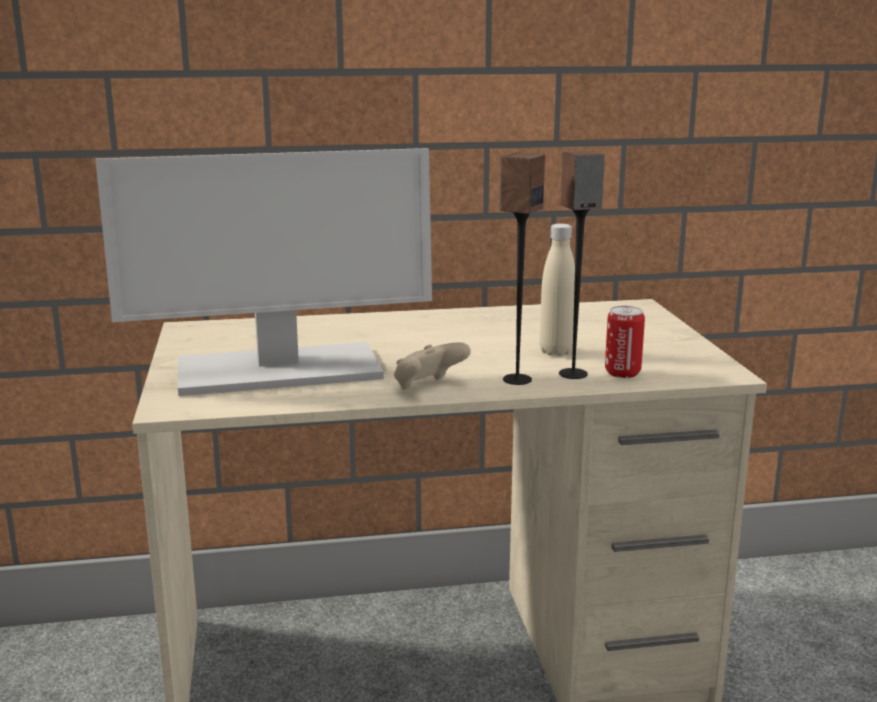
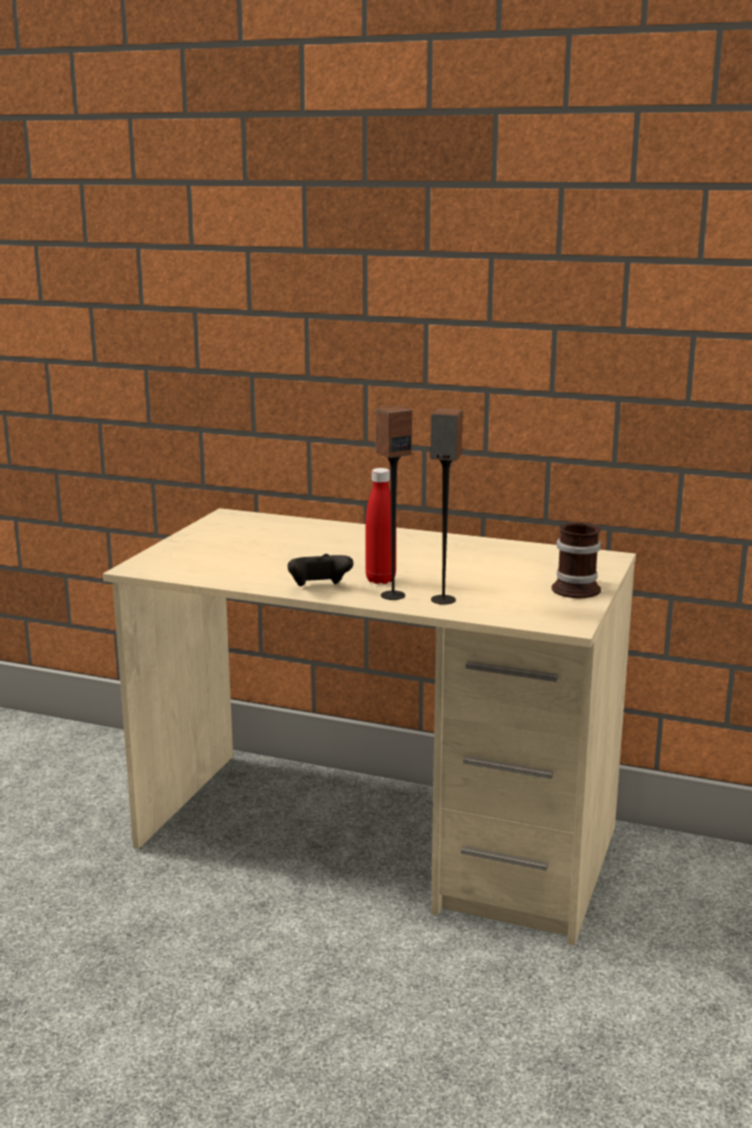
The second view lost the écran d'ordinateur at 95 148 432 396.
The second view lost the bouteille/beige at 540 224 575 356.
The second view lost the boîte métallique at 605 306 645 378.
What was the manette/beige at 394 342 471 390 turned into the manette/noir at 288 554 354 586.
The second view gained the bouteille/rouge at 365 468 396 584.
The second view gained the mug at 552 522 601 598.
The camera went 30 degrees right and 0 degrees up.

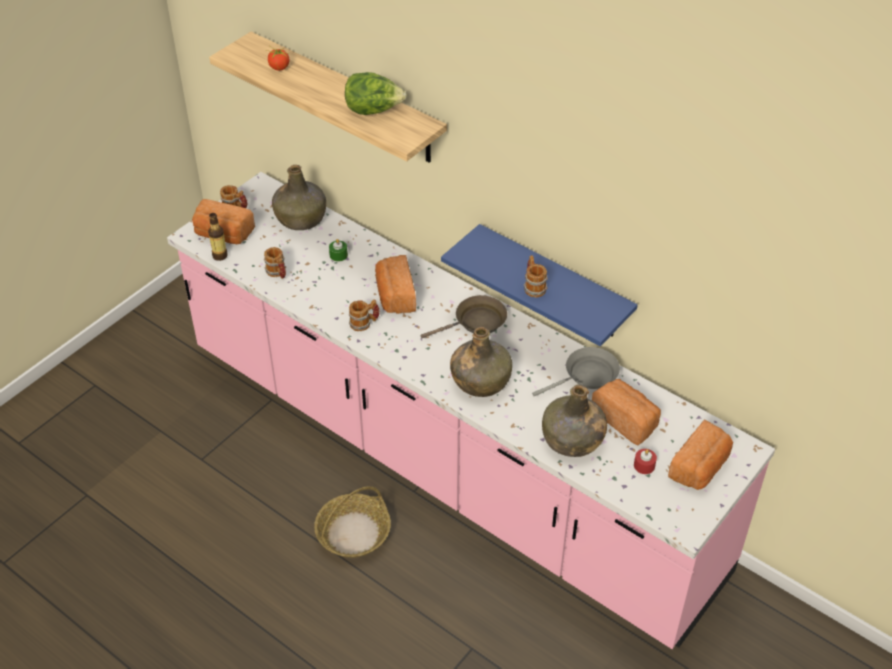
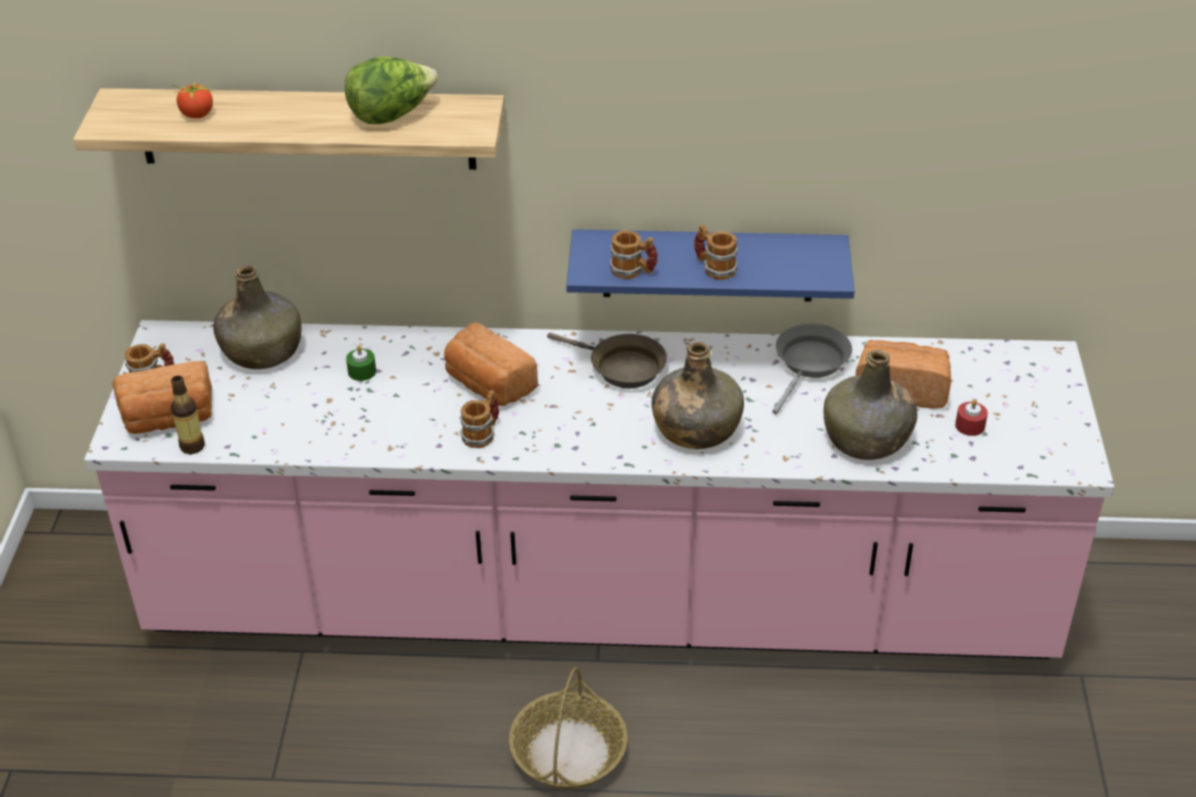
The mug ended up elsewhere, having gone from 264 247 286 279 to 610 231 658 279.
The poêle/marron at 421 295 507 338 ended up facing another way, 90 degrees clockwise from before.
The second view lost the pain at 668 419 733 490.
The camera went 35 degrees left and 5 degrees down.

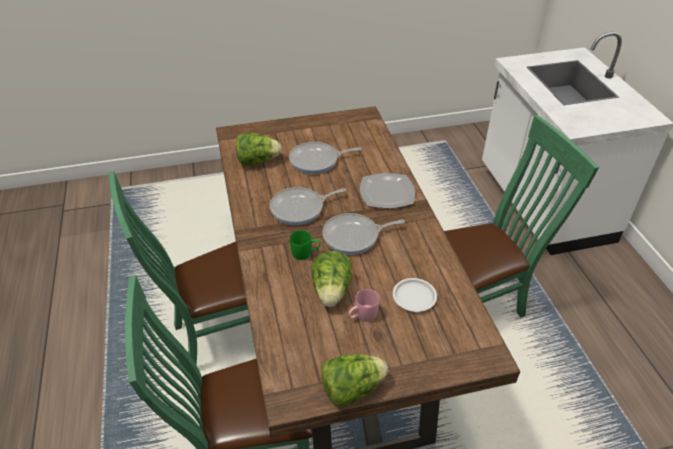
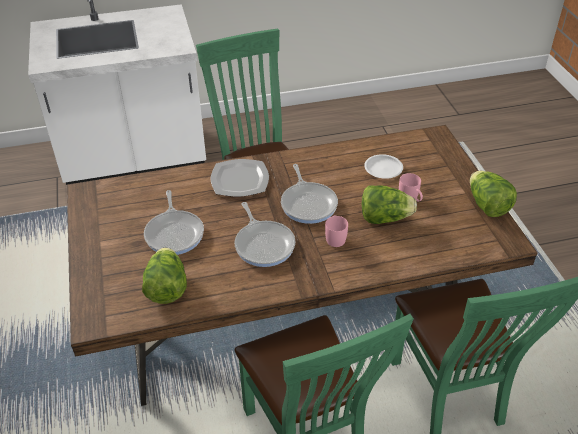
What was the mug/vert at 290 230 320 260 turned into the mug/rose at 325 215 348 247.
The camera went 90 degrees left and 0 degrees up.

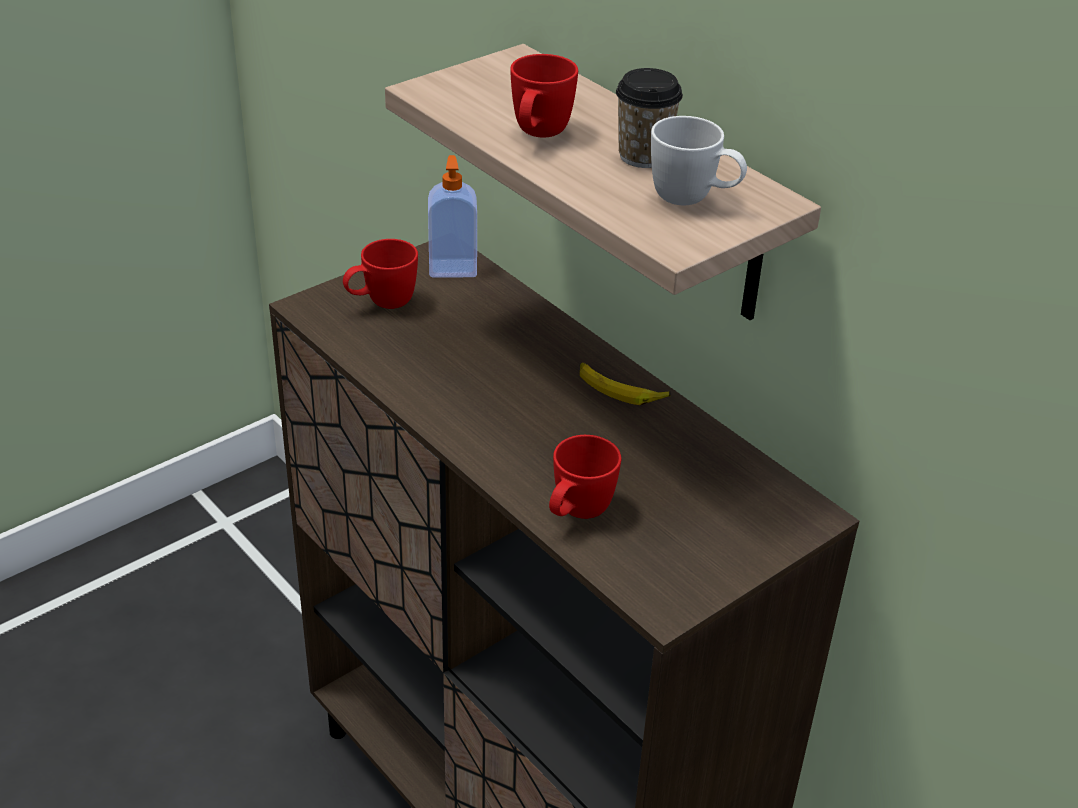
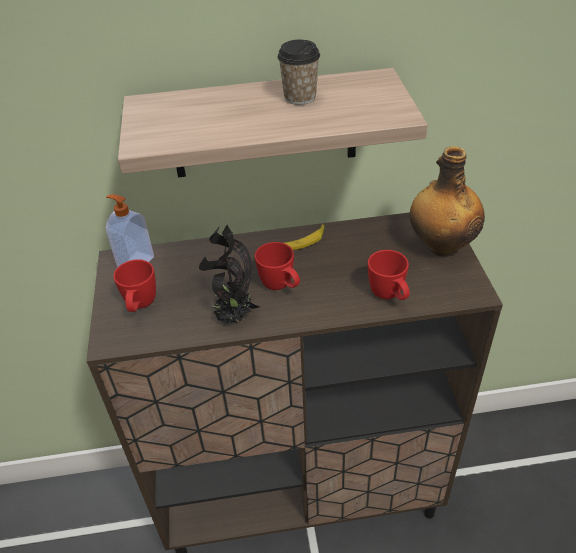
The mug/rouge ended up elsewhere, having gone from 510 54 578 138 to 255 242 300 290.
The second view lost the mug/blanc at 651 116 747 205.
The second view gained the bouteille at 410 146 485 257.
The second view gained the plante en pot at 199 225 259 325.
The camera went 55 degrees left and 5 degrees up.

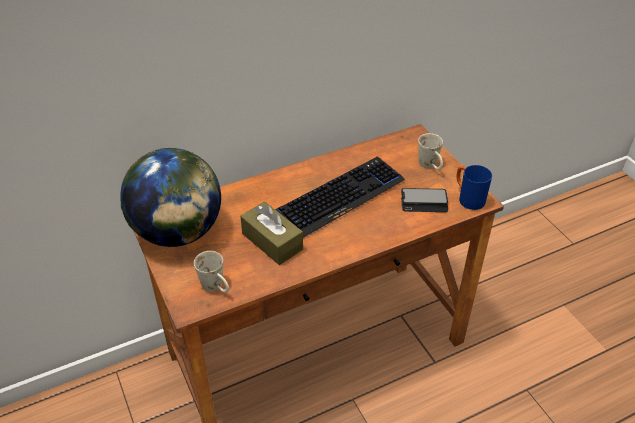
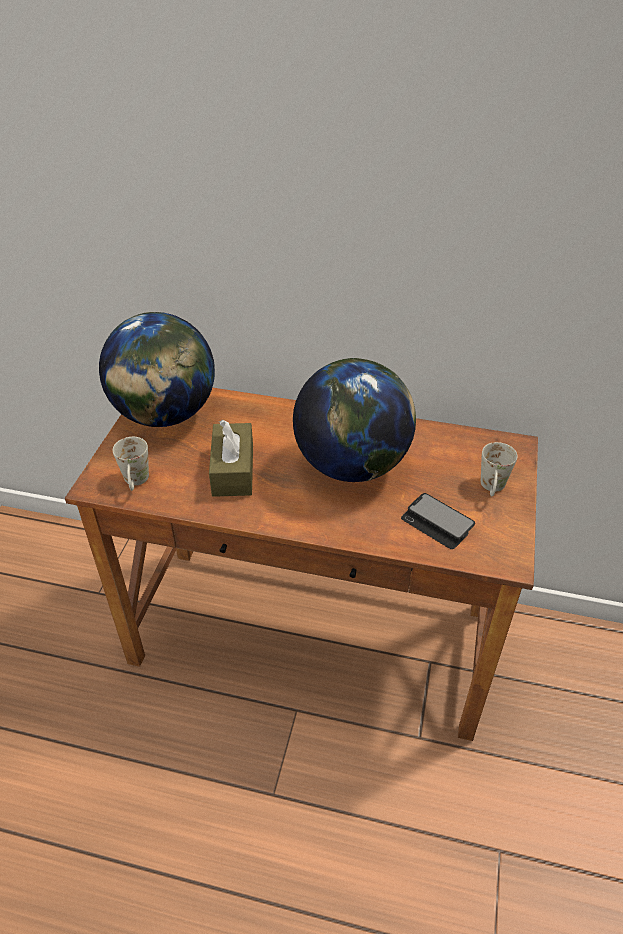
Where the clavier stood at 275 157 405 238, the globe came to stand at 293 358 416 482.
The second view lost the mug/bleu at 456 165 492 210.
The camera went 40 degrees right and 0 degrees up.

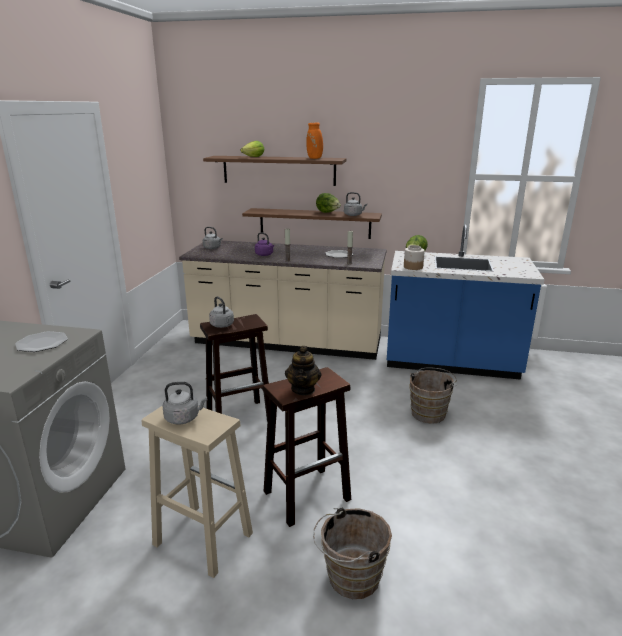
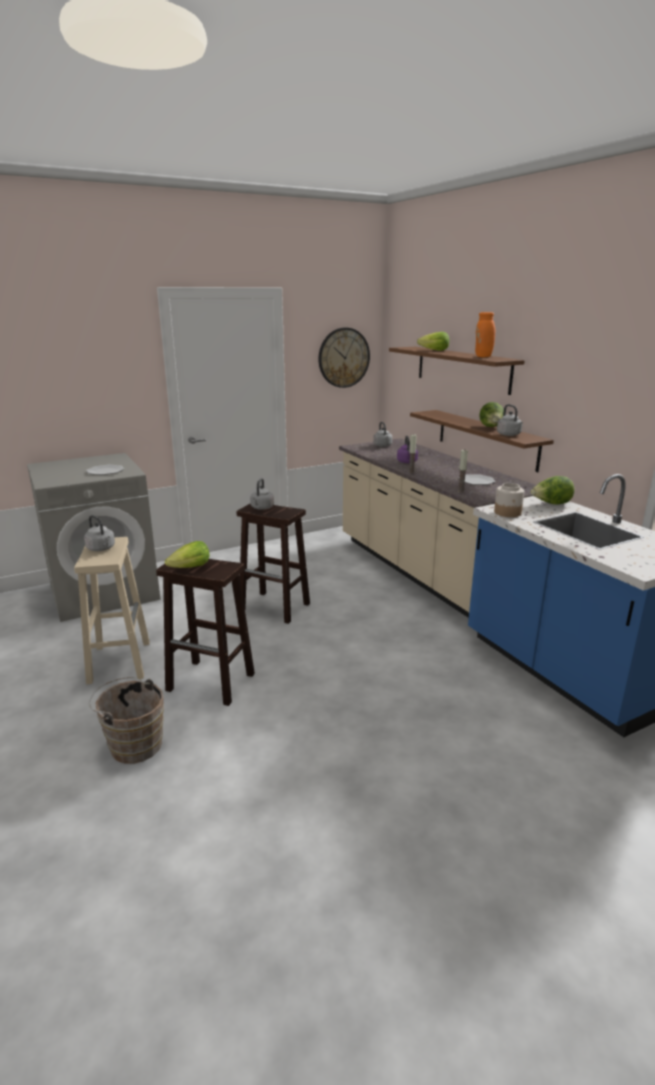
Where the théière stood at 285 346 321 396, the laitue came to stand at 165 541 210 568.
The second view lost the seau/marron at 409 367 457 424.
The second view gained the horloge murale at 319 327 370 388.
The camera went 50 degrees right and 0 degrees up.

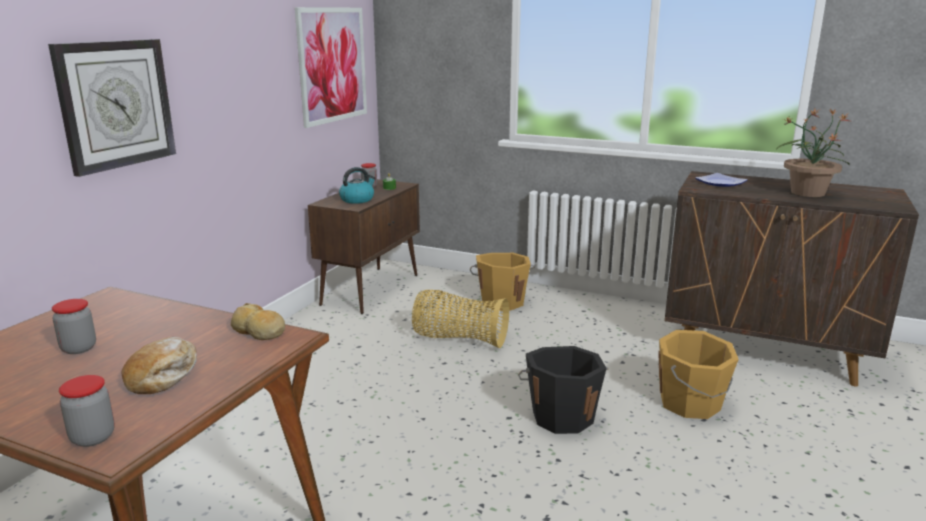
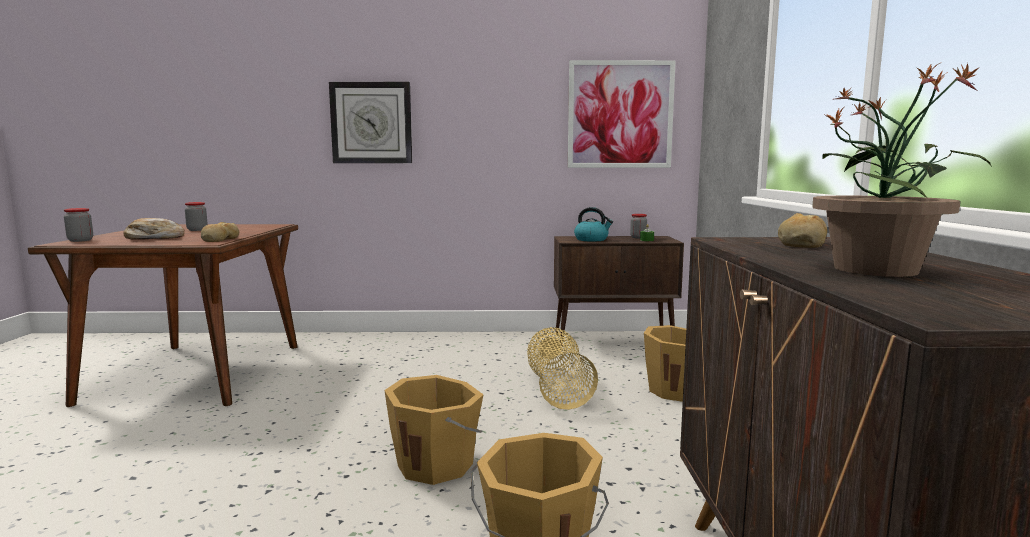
Where the assiette stood at 695 173 748 187, the pain came to stand at 778 213 827 248.
What was the seau/noir at 518 346 609 434 turned into the seau/orange at 384 375 484 485.
The camera went 65 degrees right and 10 degrees down.

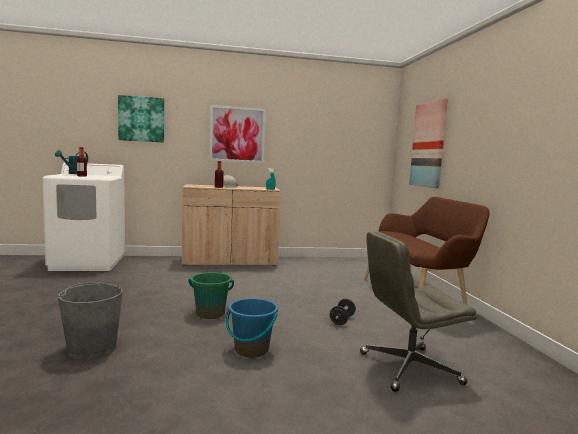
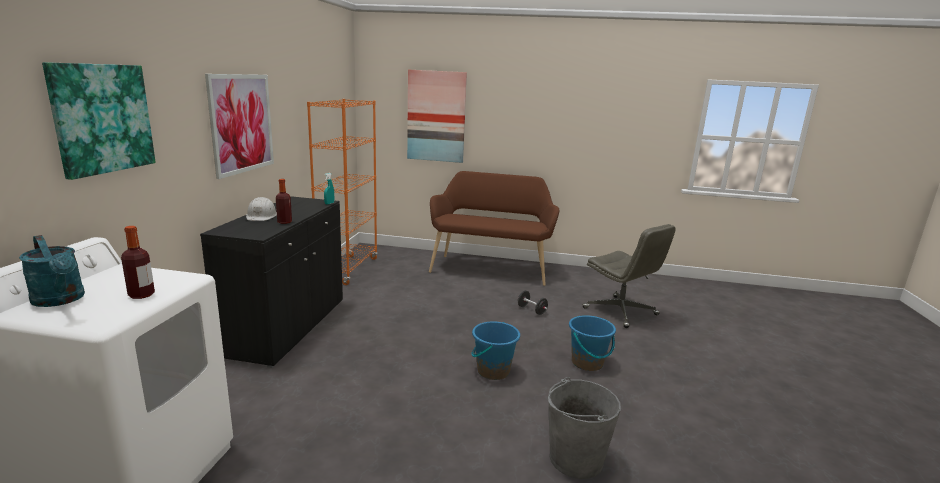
What was the meuble de rangement/beige at 182 184 281 266 turned into the meuble de rangement/noir at 200 196 343 368.
The chaise de bureau/gris at 360 231 477 392 ended up facing another way, 45 degrees counterclockwise from before.
What was the seau/vert at 188 272 234 319 turned into the seau/bleu at 471 321 520 380.
The second view gained the bibliothèque/orange at 307 99 378 285.
The camera went 70 degrees left and 10 degrees up.

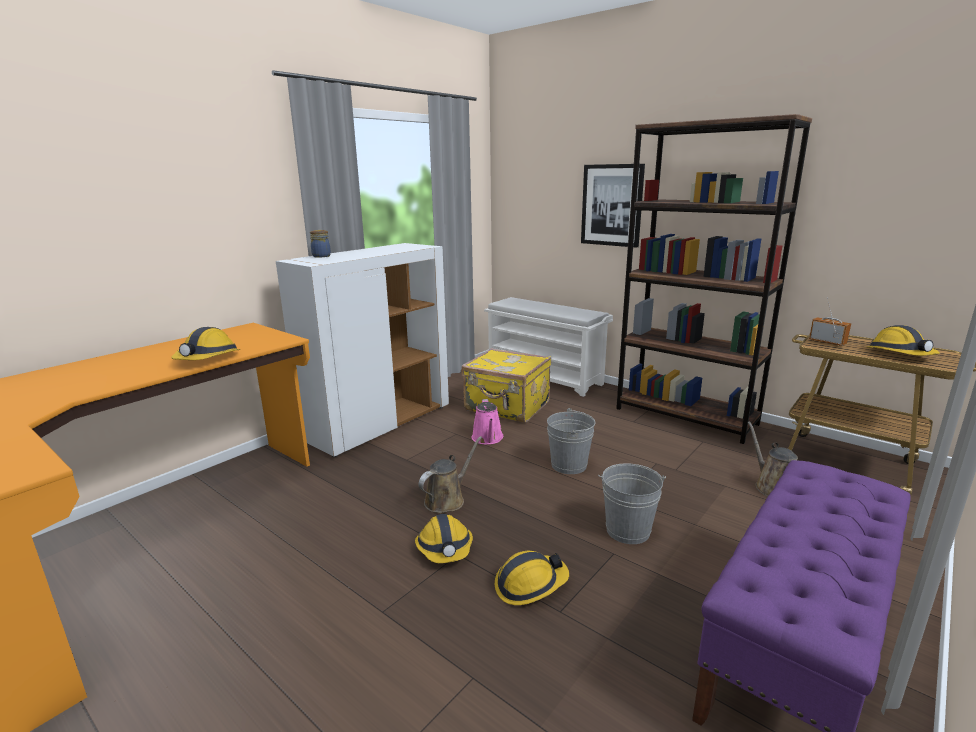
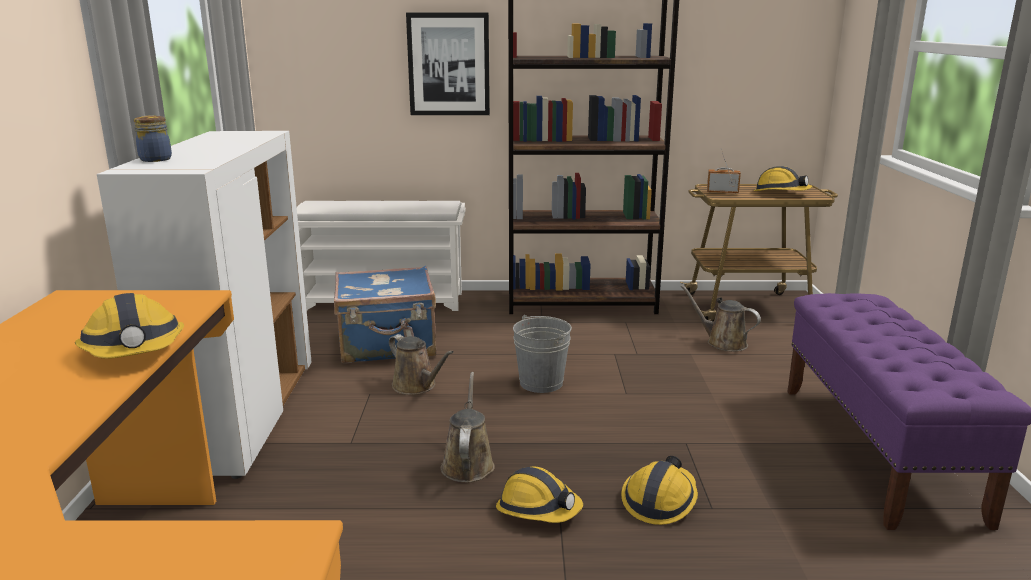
What was the valise/jaune at 461 348 551 423 turned into the valise/bleu at 334 266 436 363.
What was the arrosoir/rose at 472 399 504 444 turned into the arrosoir/marron at 389 334 454 395.
The second view lost the seau/gris at 598 463 666 544.
The camera went 40 degrees left and 0 degrees up.

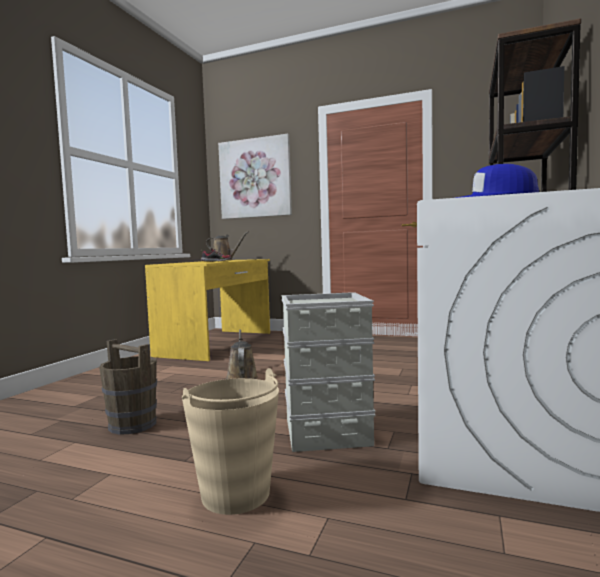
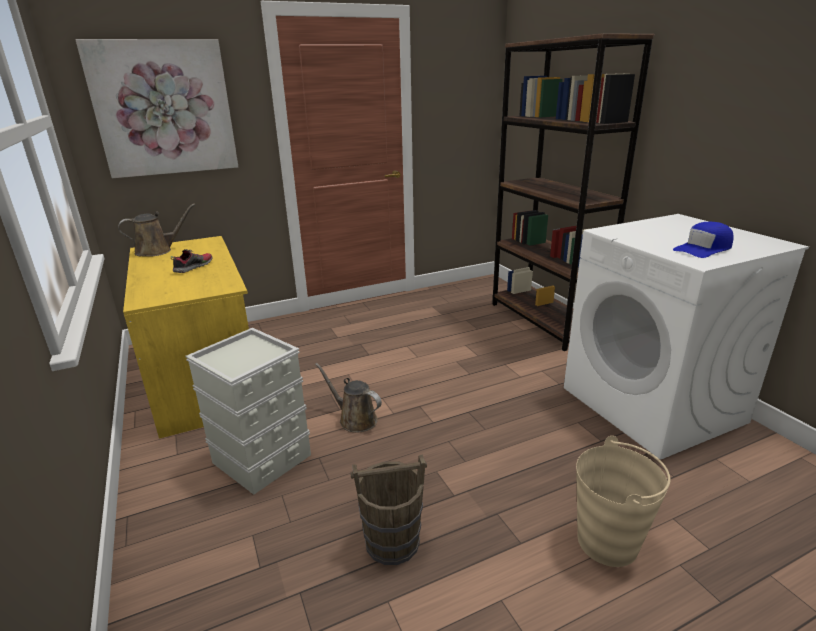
The boîte de rangement/gris ended up elsewhere, having gone from 282 292 375 452 to 185 328 311 495.
The camera went 45 degrees left and 20 degrees up.

